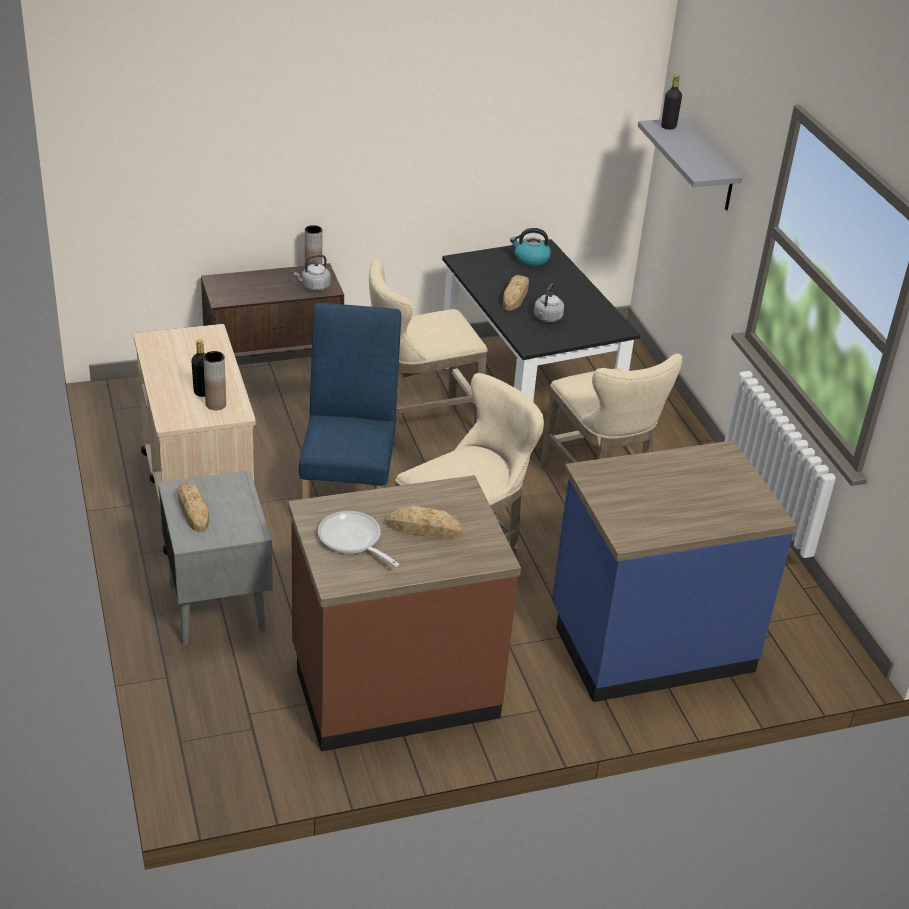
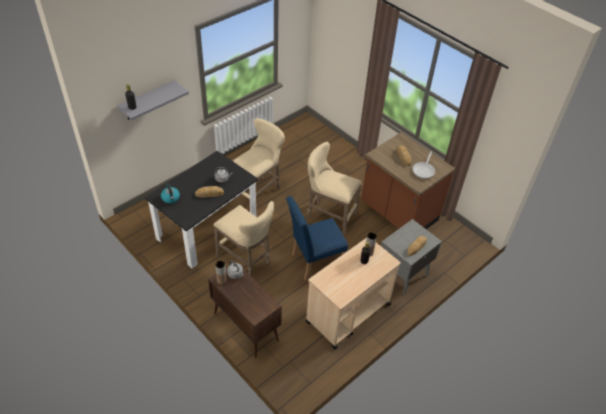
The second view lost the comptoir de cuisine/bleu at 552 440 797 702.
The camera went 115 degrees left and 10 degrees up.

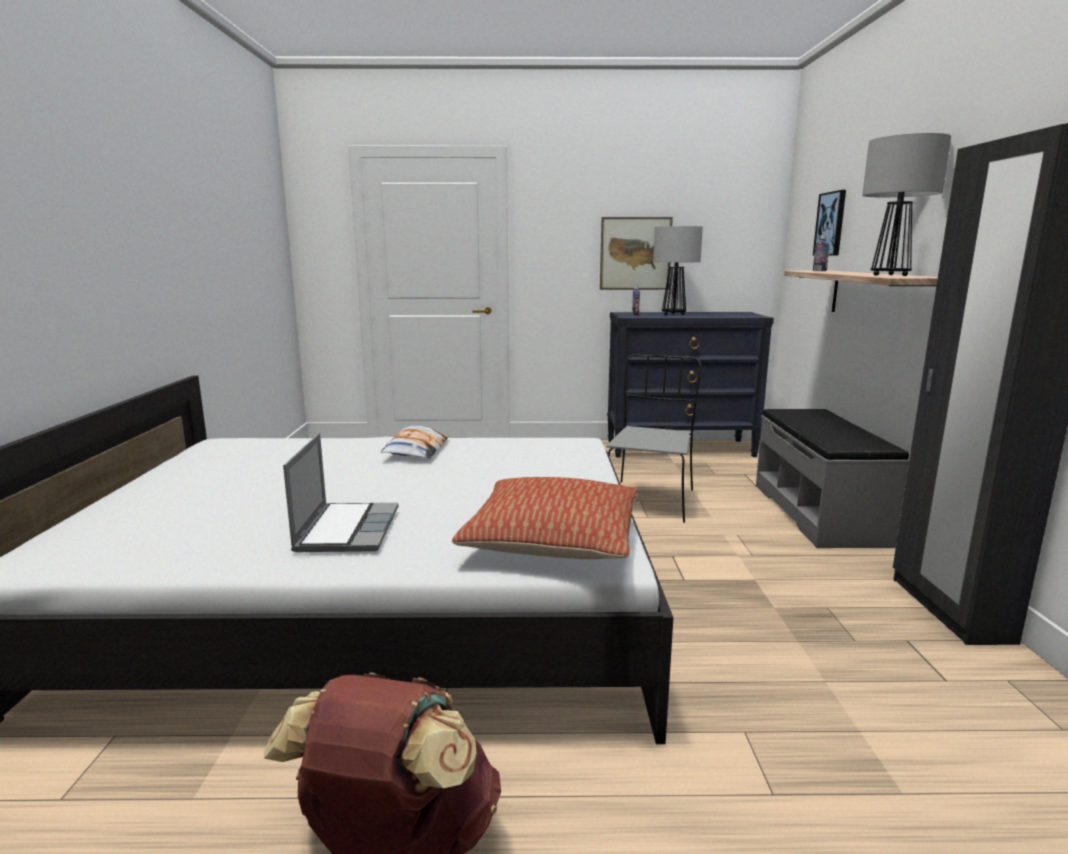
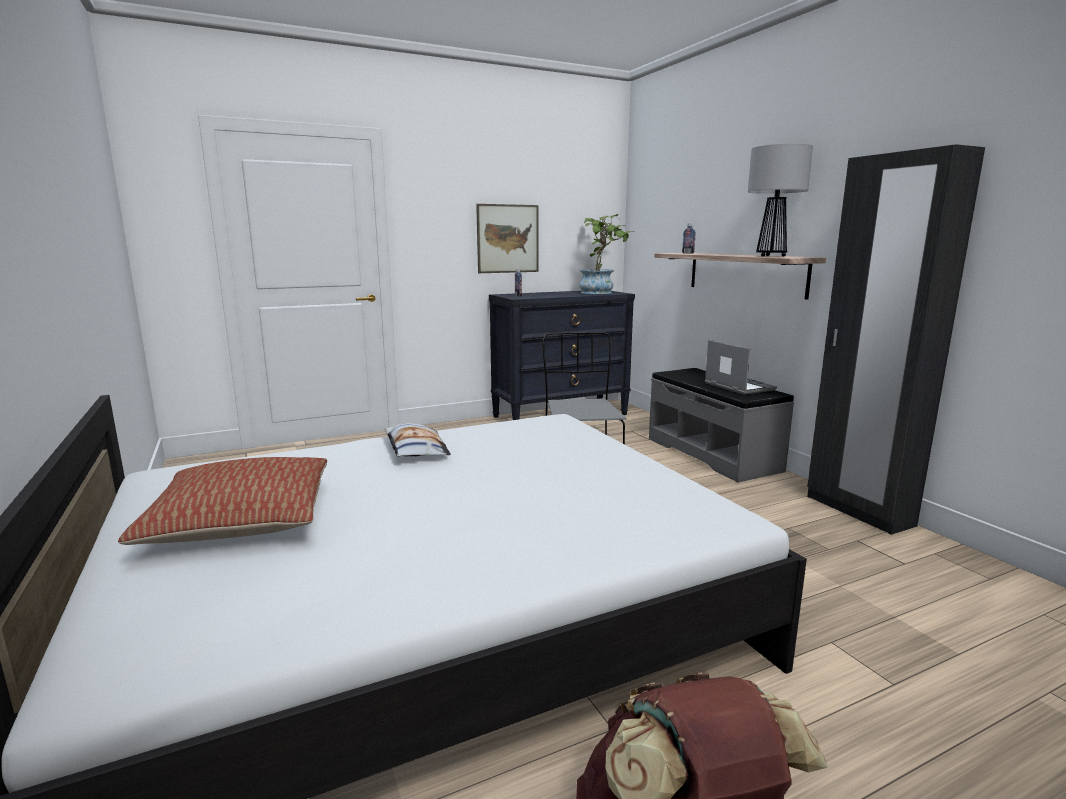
The second view lost the tableau at 813 190 846 256.
The second view lost the lampe de table at 653 226 703 315.
The ordinateur portable ended up elsewhere, having gone from 283 433 398 552 to 705 340 777 395.
The coussin ended up elsewhere, having gone from 452 477 638 559 to 118 457 327 545.
The second view gained the plante en pot at 579 214 634 294.
The camera went 25 degrees left and 0 degrees up.

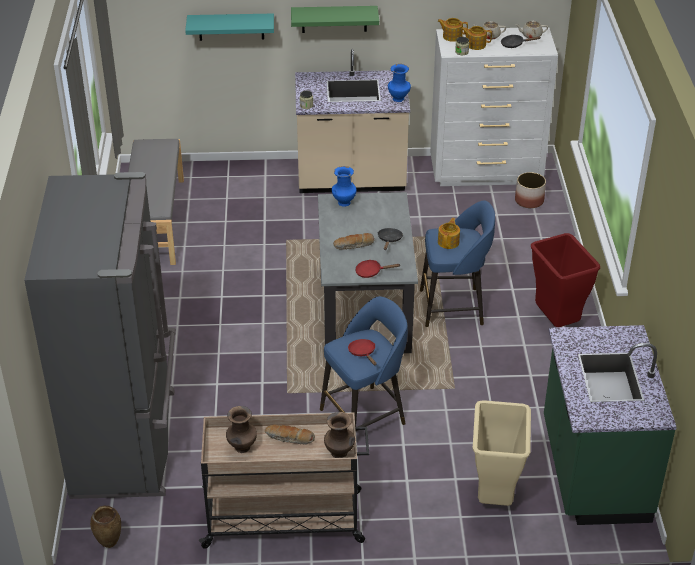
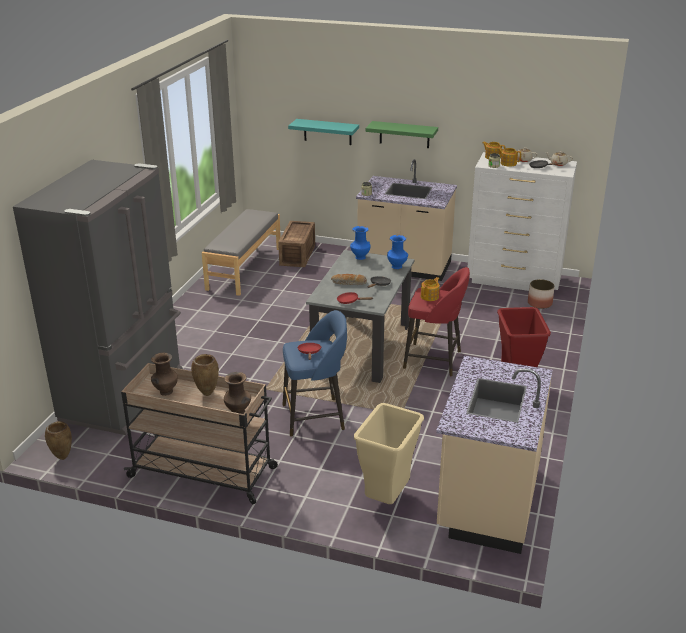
The vase/bleu ended up elsewhere, having gone from 388 64 411 102 to 387 235 408 269.
What was the tabouret/bleu at 420 200 495 327 turned into the tabouret/rouge at 403 267 470 377.
What was the comptoir de cuisine/vert at 544 325 677 525 turned into the comptoir de cuisine/beige at 436 356 553 554.
Where the pain stood at 265 425 315 445, the vase/marron came to stand at 191 354 219 396.
The second view gained the caisse at 278 221 315 267.
The camera went 20 degrees right and 10 degrees down.

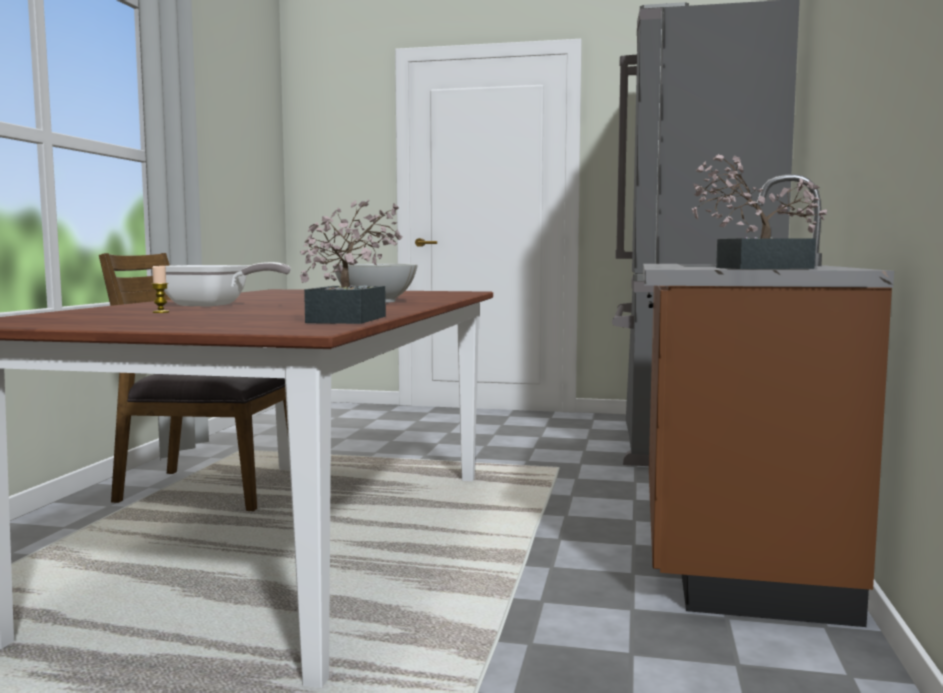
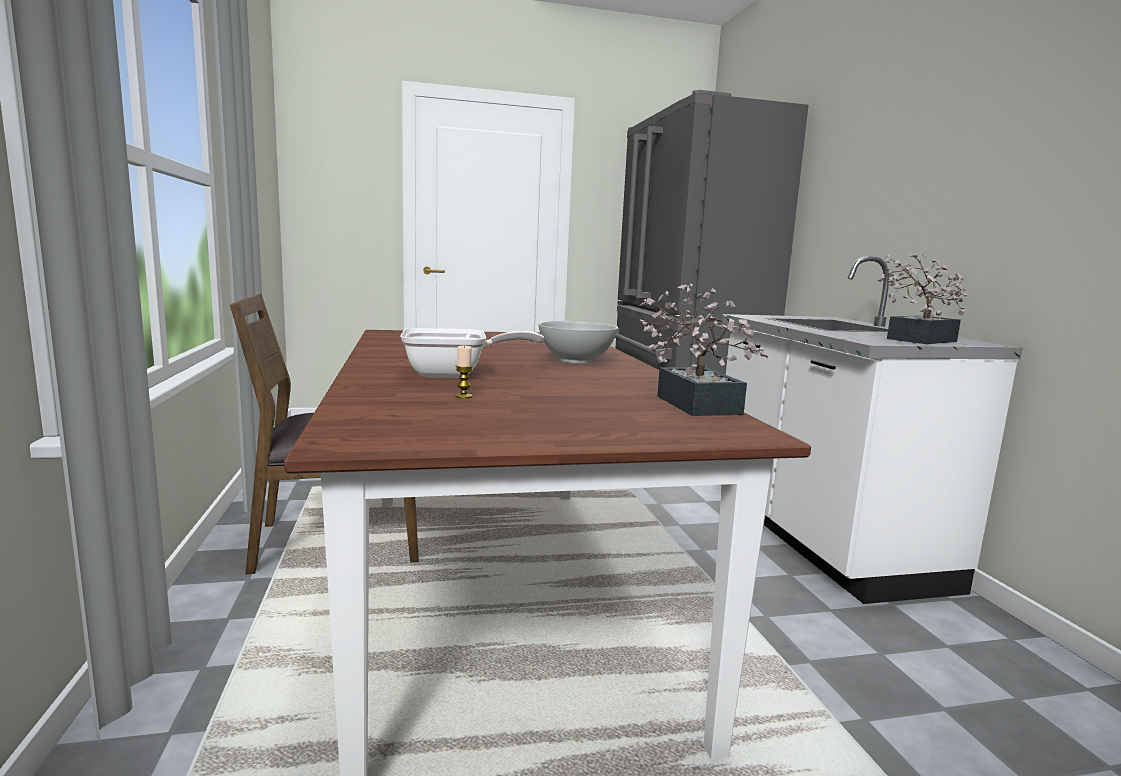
What was the comptoir de cuisine/marron at 643 174 894 627 turned into the comptoir de cuisine/blanc at 722 256 1023 604.
The camera went 25 degrees left and 5 degrees up.

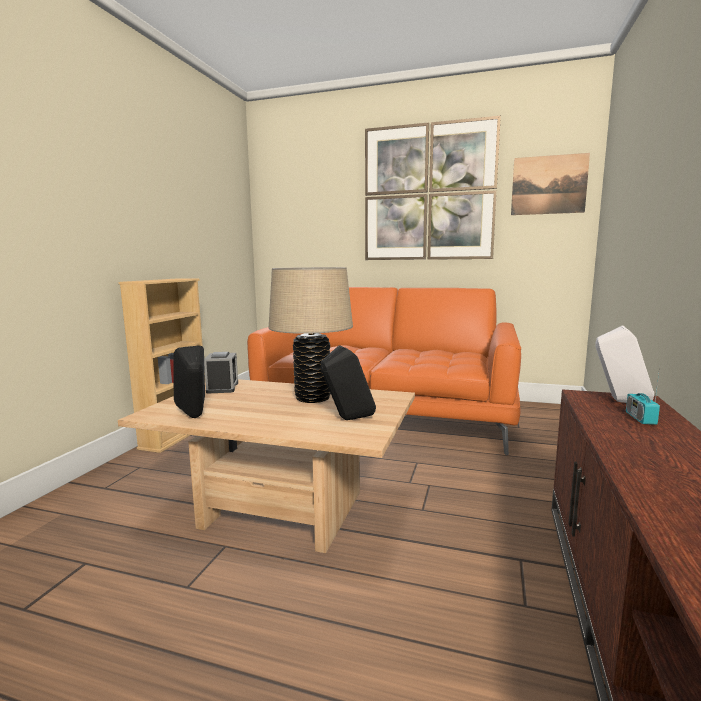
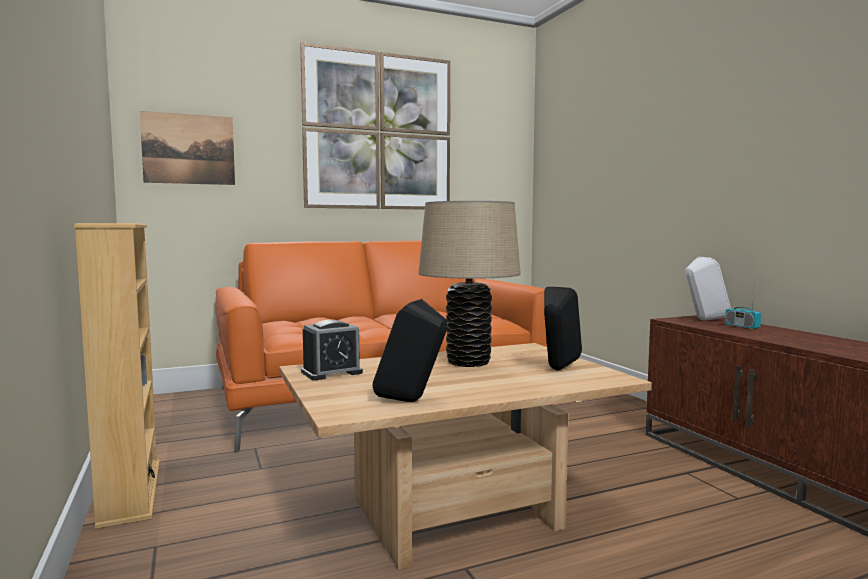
The tableau ended up elsewhere, having gone from 511 153 590 215 to 140 111 235 185.
The réveil at 204 352 238 393 ended up facing another way, 105 degrees clockwise from before.
The camera went 40 degrees left and 5 degrees down.

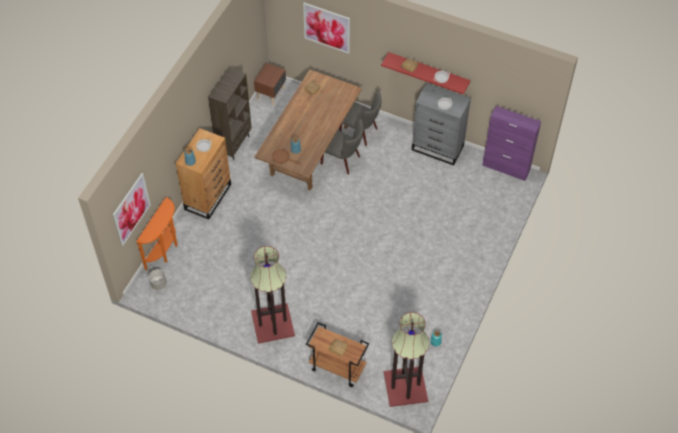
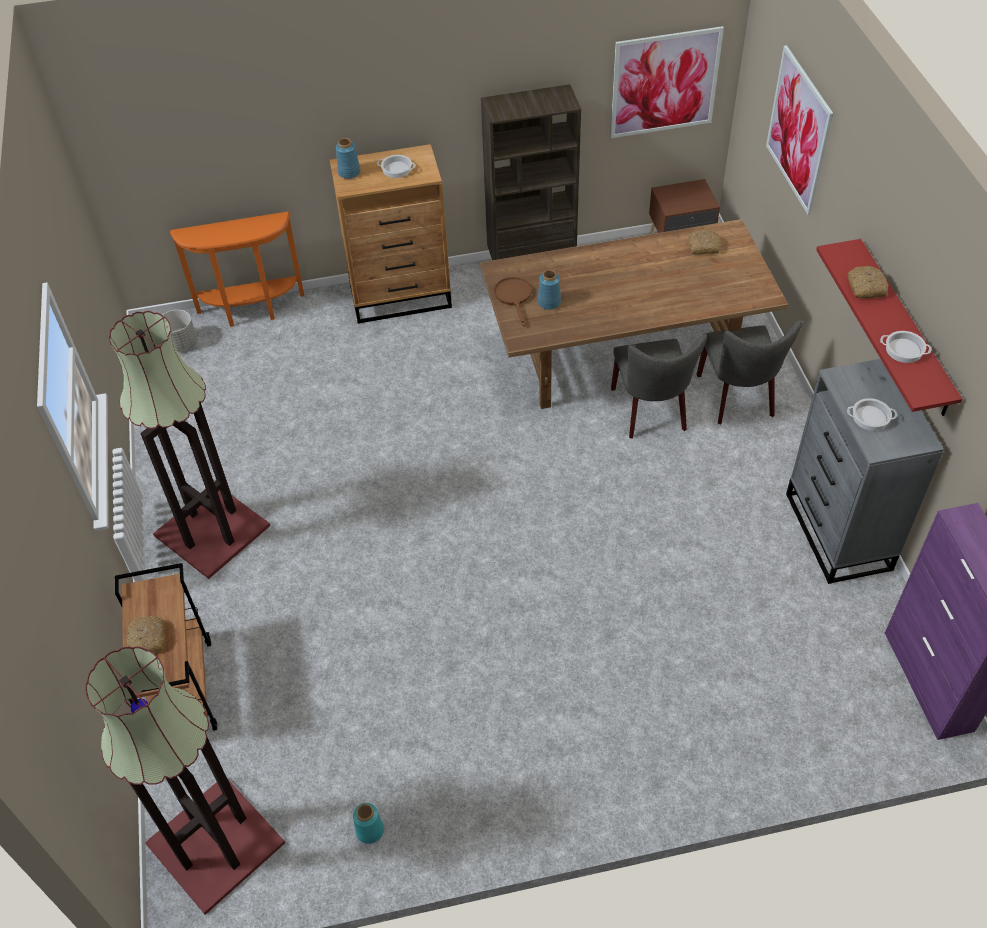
The tableau ended up elsewhere, having gone from 113 173 150 246 to 610 26 724 138.
The camera went 55 degrees right and 5 degrees down.

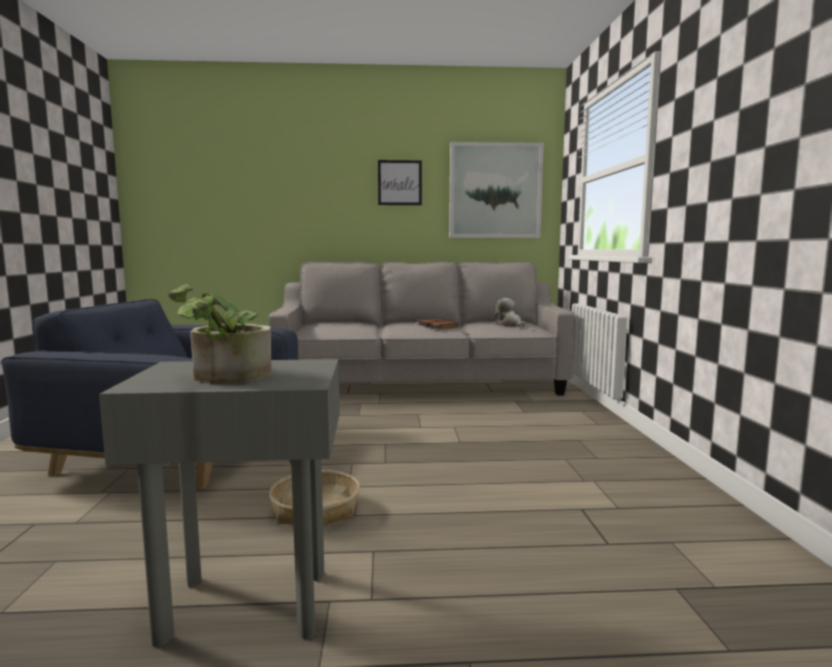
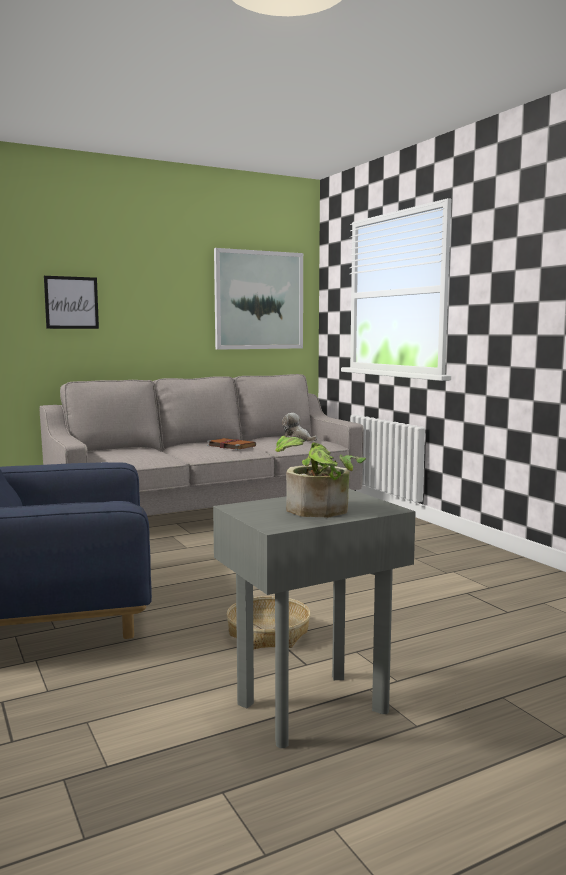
The tableau ended up elsewhere, having gone from 378 160 422 205 to 44 276 99 329.
The camera went 25 degrees left and 0 degrees up.

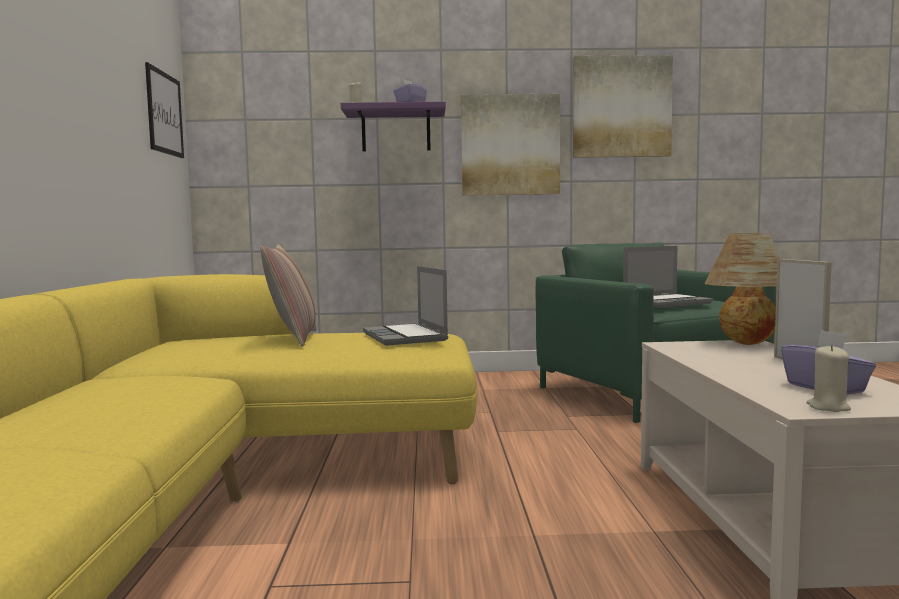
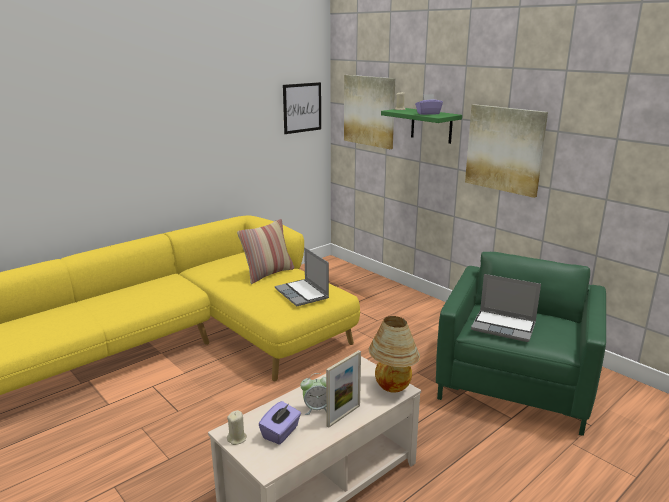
The tableau ended up elsewhere, having gone from 573 55 673 158 to 344 75 395 149.
What was the étagère/violet at 341 101 446 151 turned into the étagère/vert at 381 108 462 144.
The ordinateur portable at 363 266 448 346 ended up facing another way, 60 degrees counterclockwise from before.
The second view gained the réveil at 300 373 326 415.
The camera went 50 degrees right and 15 degrees up.

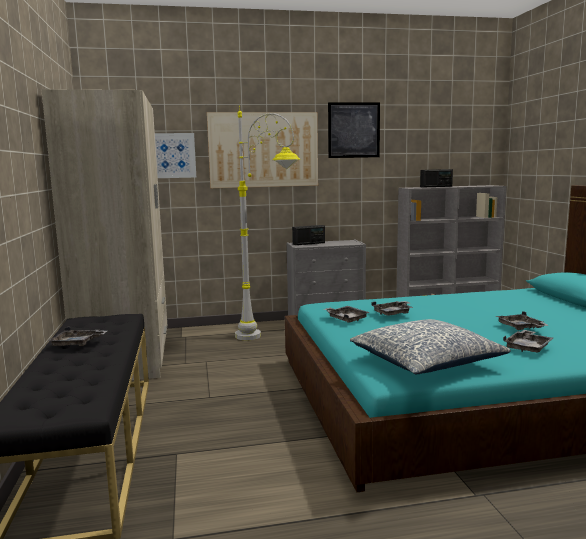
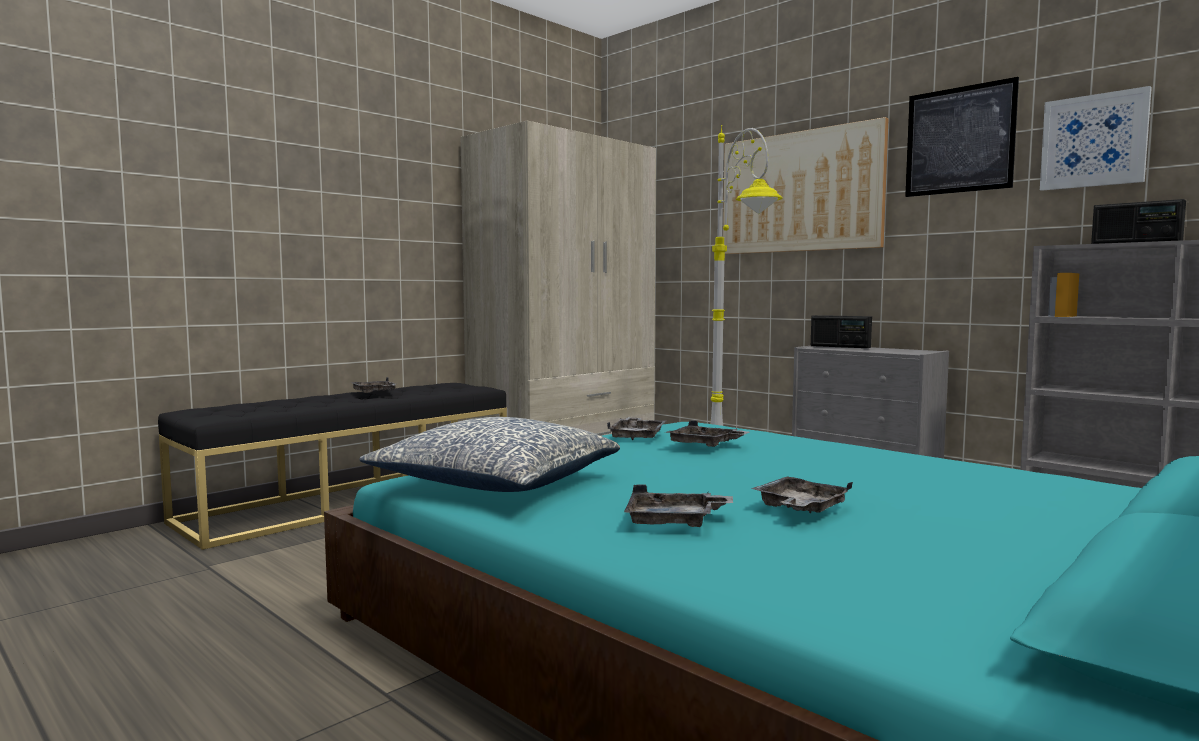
The tableau ended up elsewhere, having gone from 155 133 196 178 to 1040 86 1152 191.
The camera went 55 degrees right and 5 degrees down.

